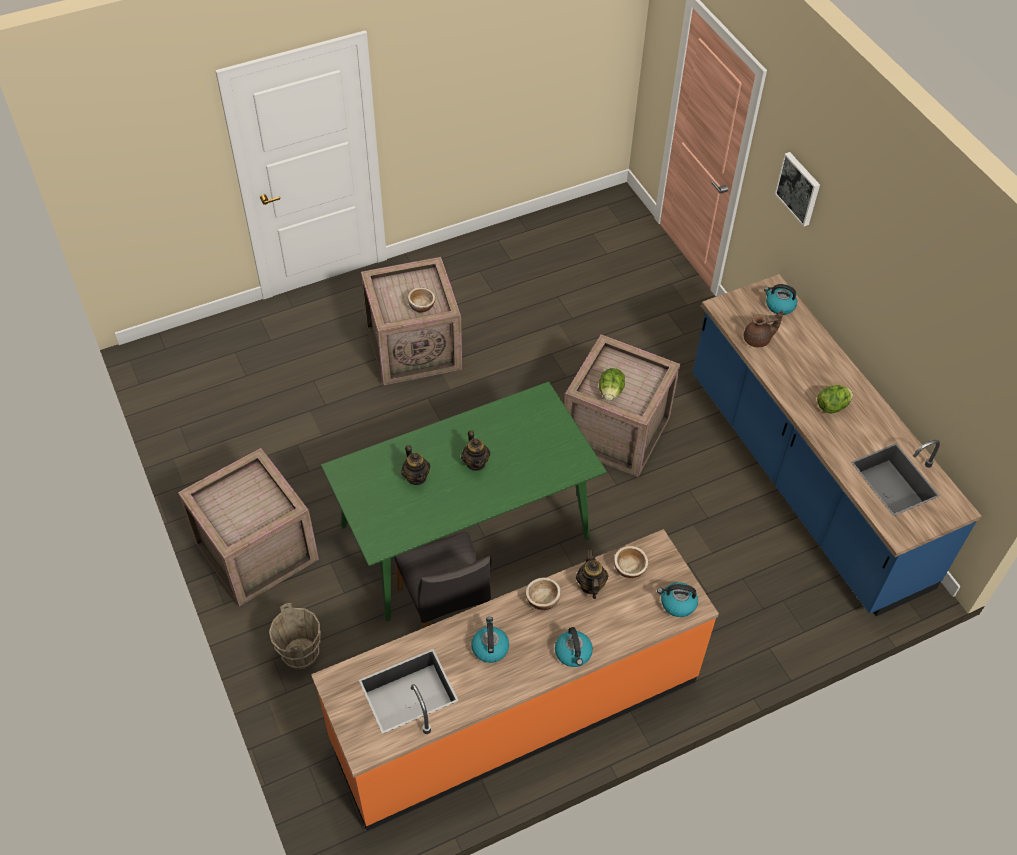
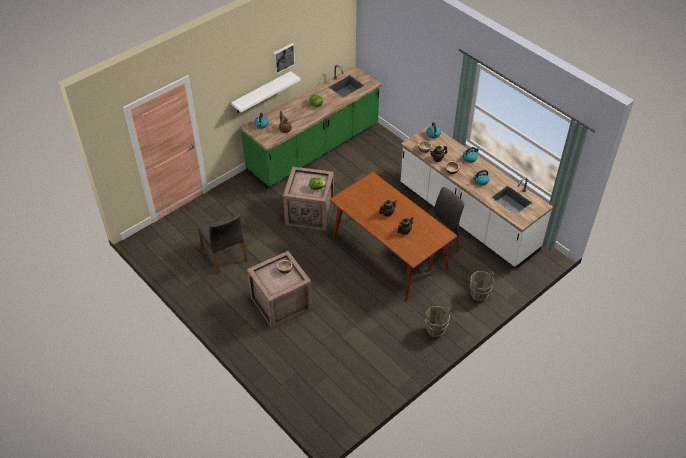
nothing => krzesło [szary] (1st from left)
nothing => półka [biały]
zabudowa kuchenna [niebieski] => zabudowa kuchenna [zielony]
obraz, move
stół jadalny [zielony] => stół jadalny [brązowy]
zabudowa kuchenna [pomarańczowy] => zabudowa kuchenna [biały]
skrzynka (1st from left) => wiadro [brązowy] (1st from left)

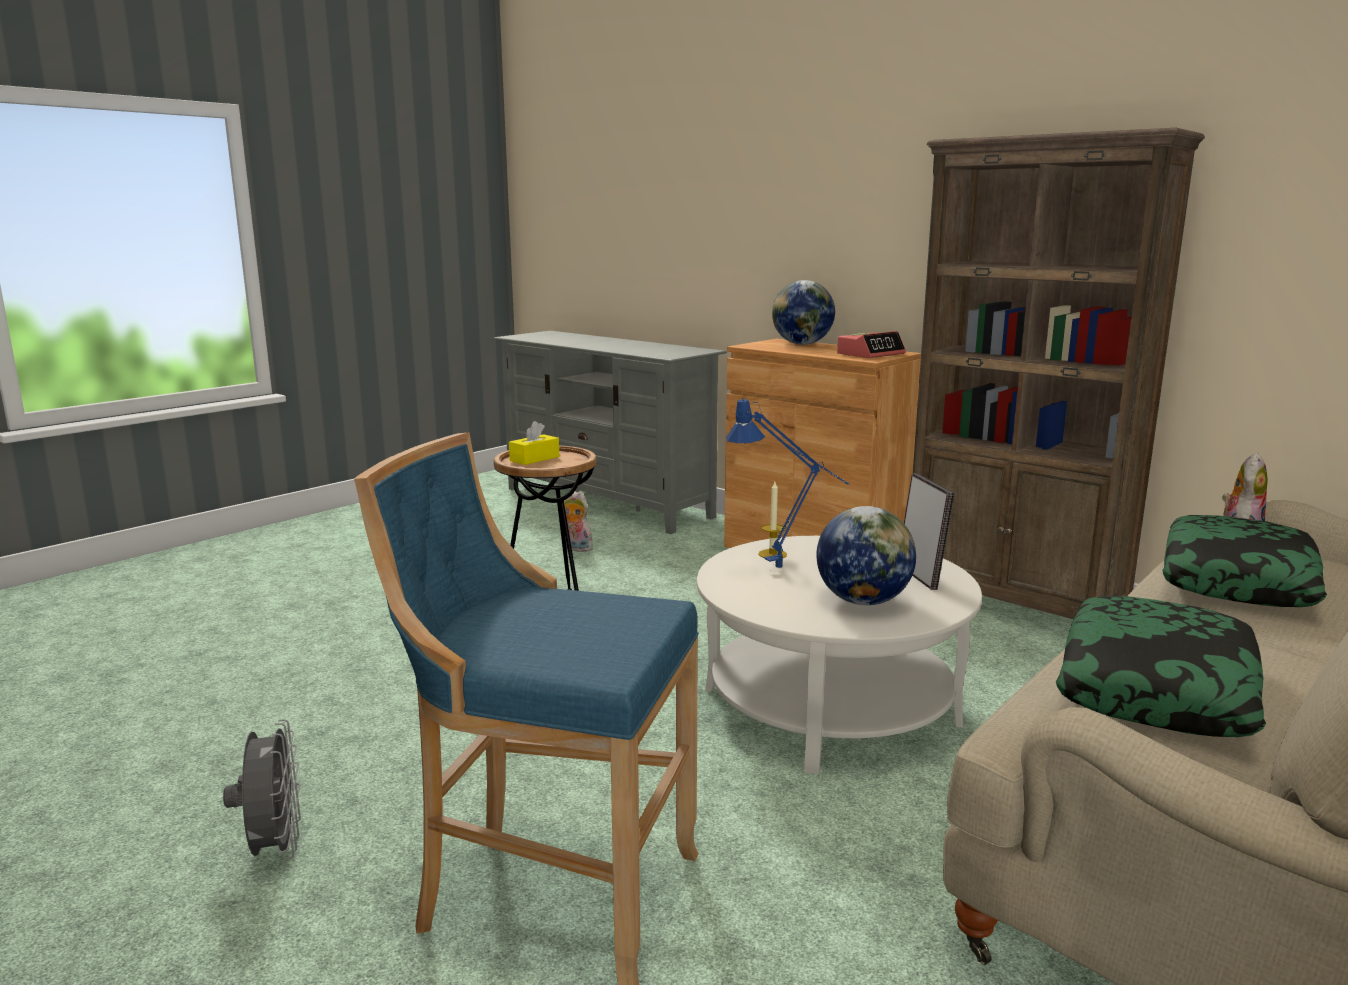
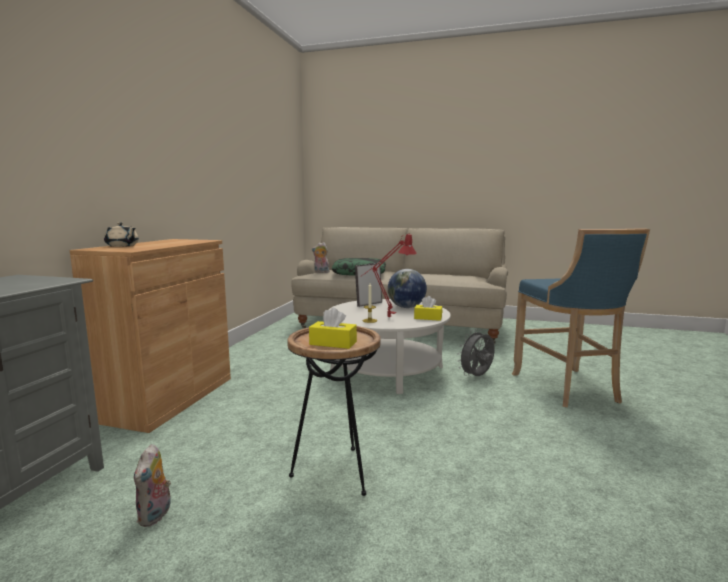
globus (1st from left) => imbryk [beżowy]
lampa stołowa [niebieski] => lampa stołowa [czerwony]
nothing => pudełko chusteczek [żółty] (2nd from left)
wentylator [szary], move
budzik => nothing
regał [brązowy] => nothing
poduszka (1st from left) => nothing

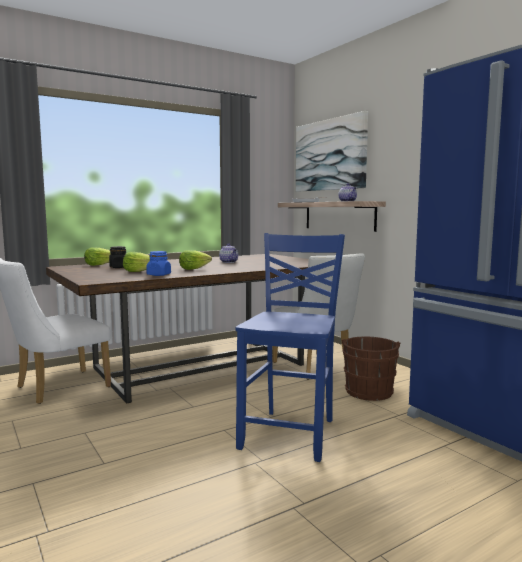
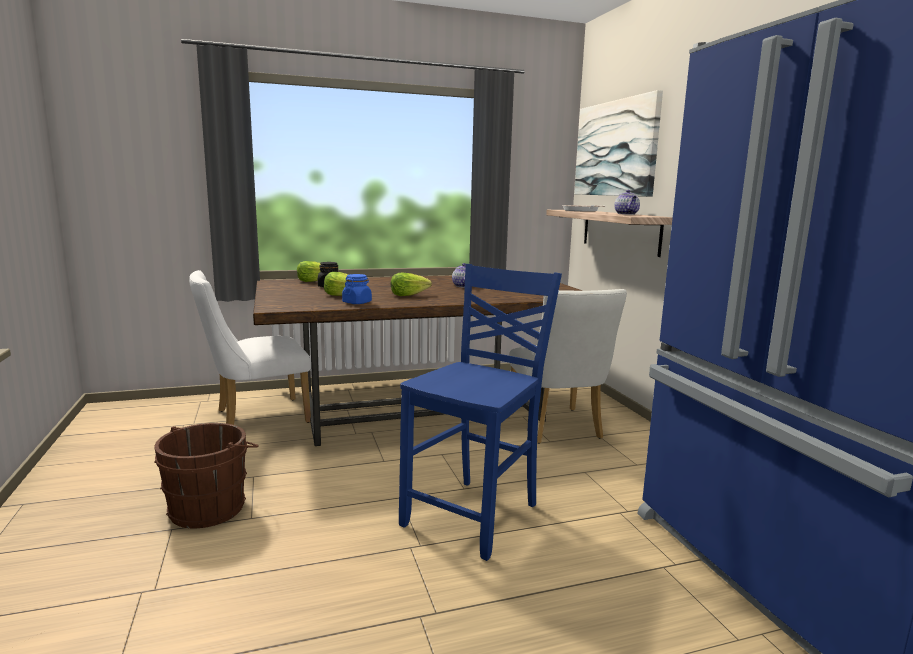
wiadro [brązowy], move

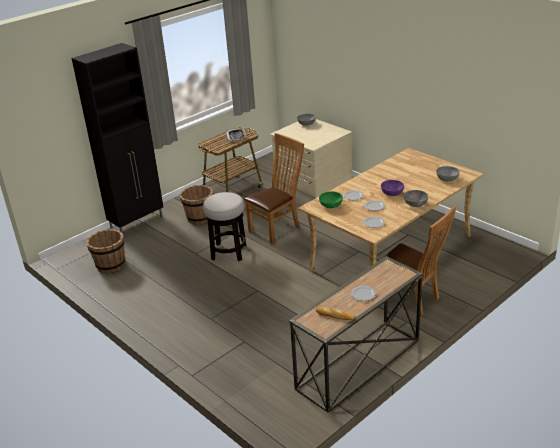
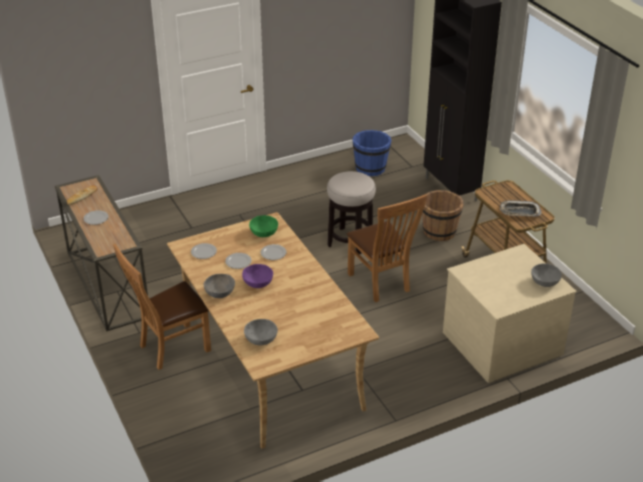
wiadro [brązowy] (1st from left) => wiadro [niebieski]

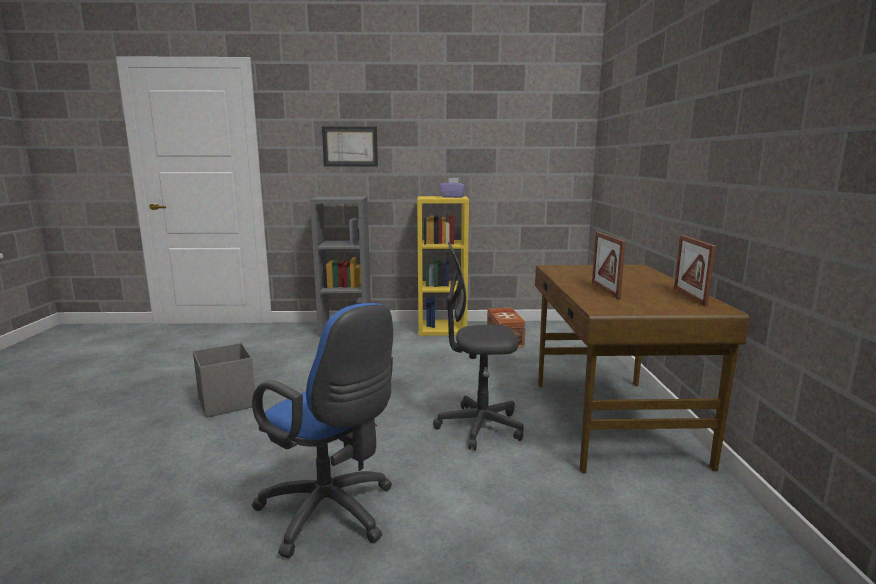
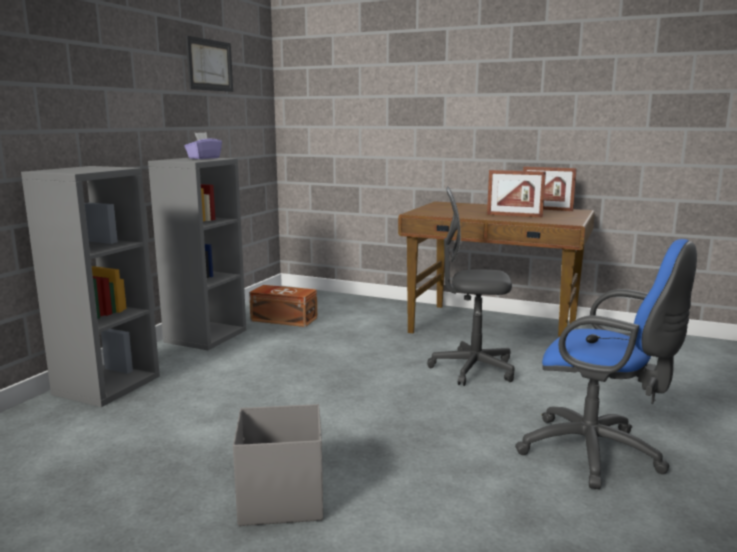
regał [żółty] => regał [szary] (2nd from left)
obraz, move
krzesło biurowe [szary], 75 degrees clockwise
krzesło biurowe [niebieski], 60 degrees clockwise

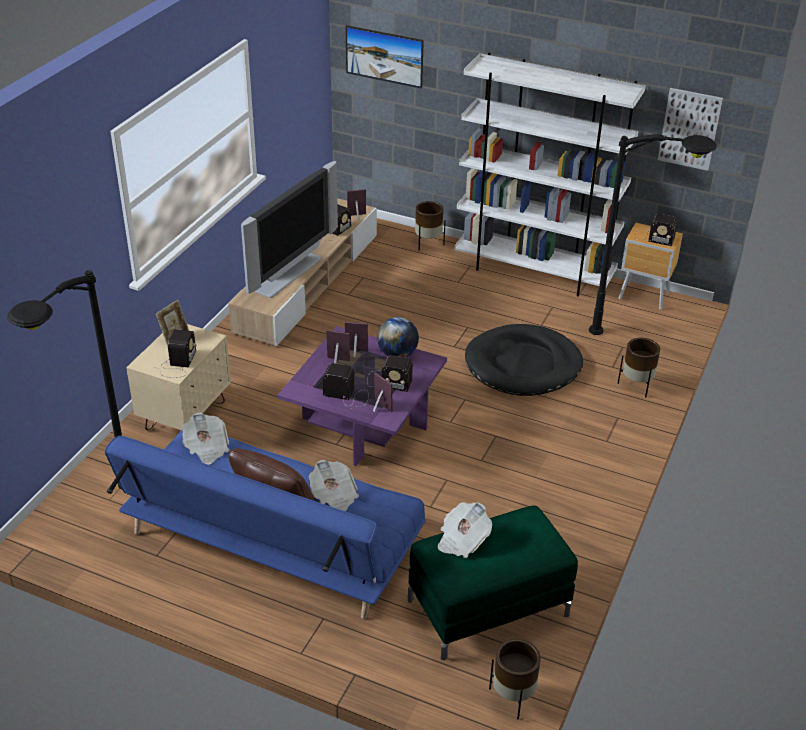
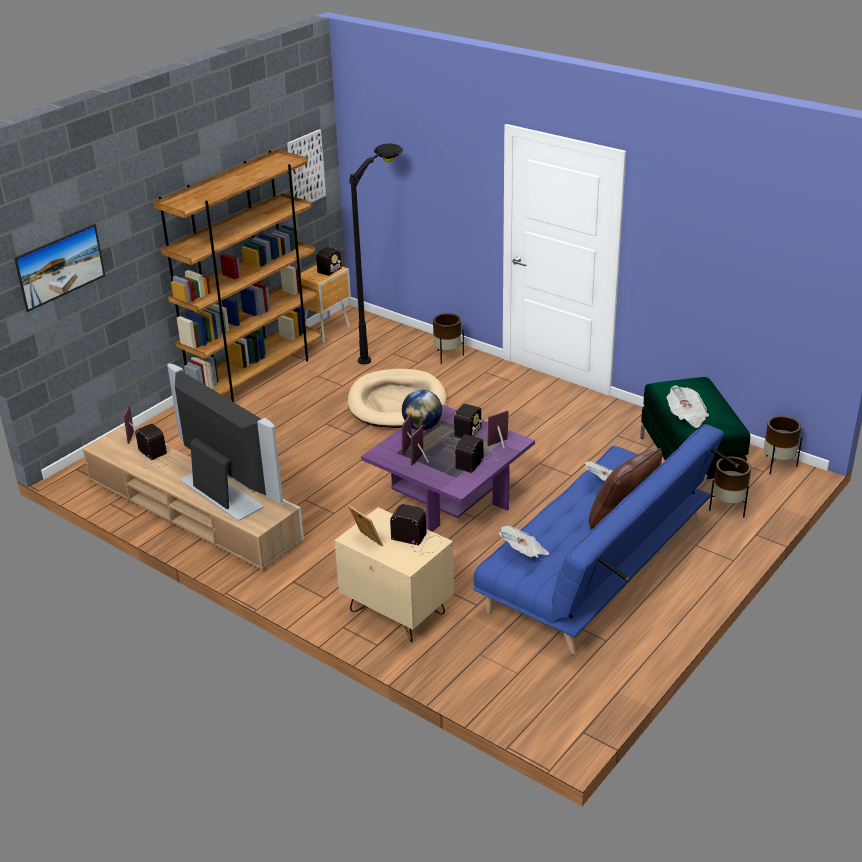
regał [biały] => regał [brązowy]
legowisko [czarny] => legowisko [beżowy]
donica [brązowy] (1st from left in the first image) => donica [brązowy] (2nd from left), move
lampa stojąca [czarny] (1st from left) => nothing

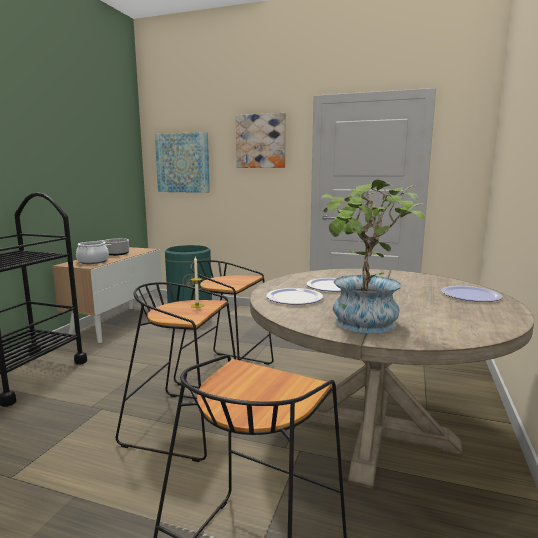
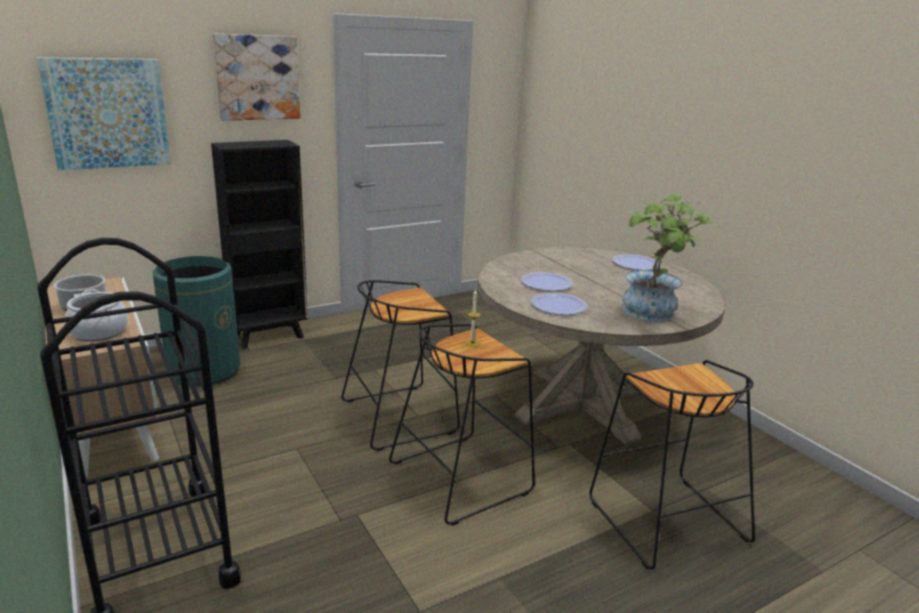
nothing => regał [czarny]

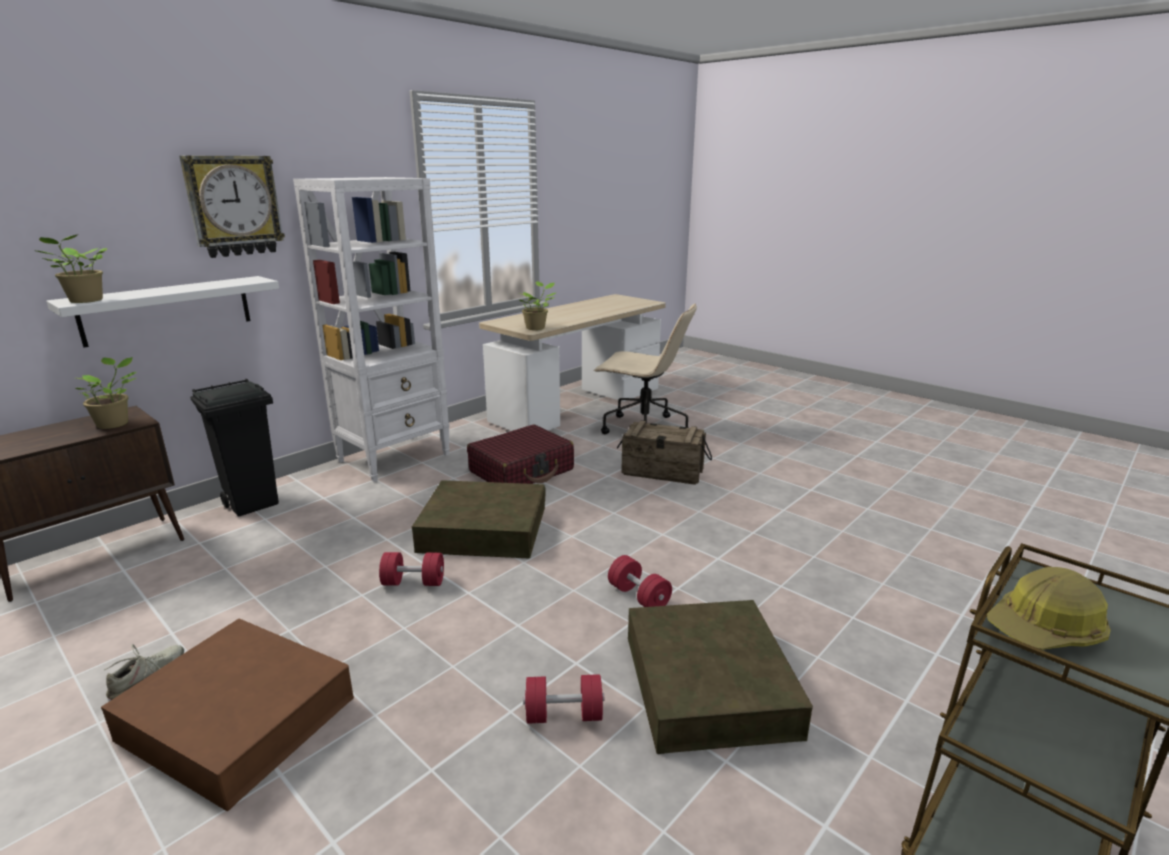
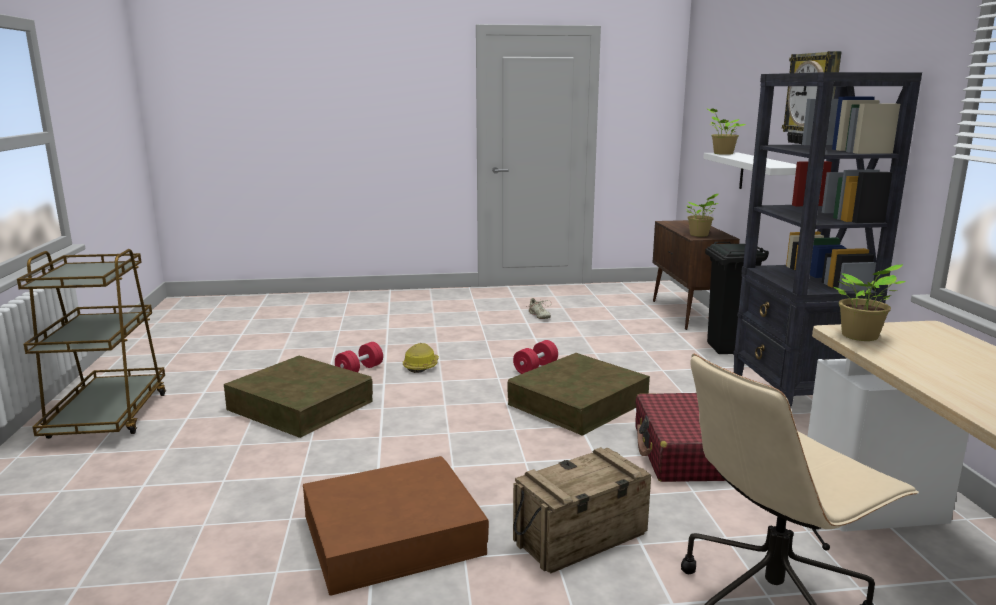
pojemnik do przechowywania [brązowy] (1st from left in the first image) => pojemnik do przechowywania [brązowy] (2nd from left), move
kask, move
regał [biały] => regał [czarny]
hantel [czerwony] (3rd from left) => nothing

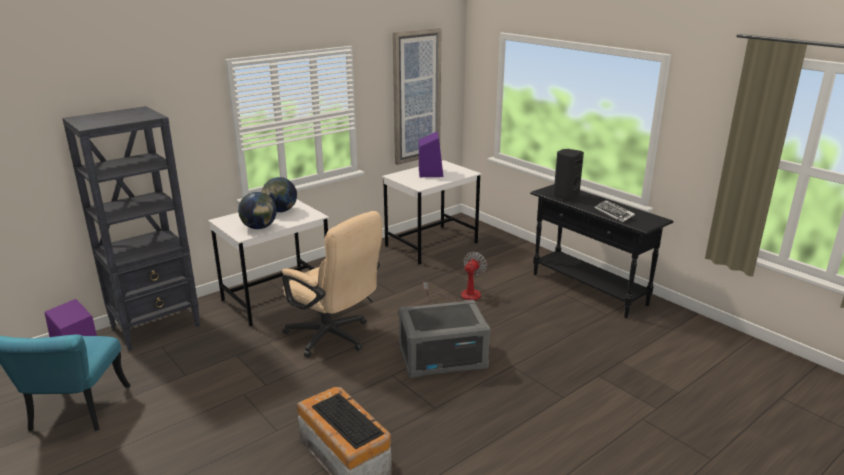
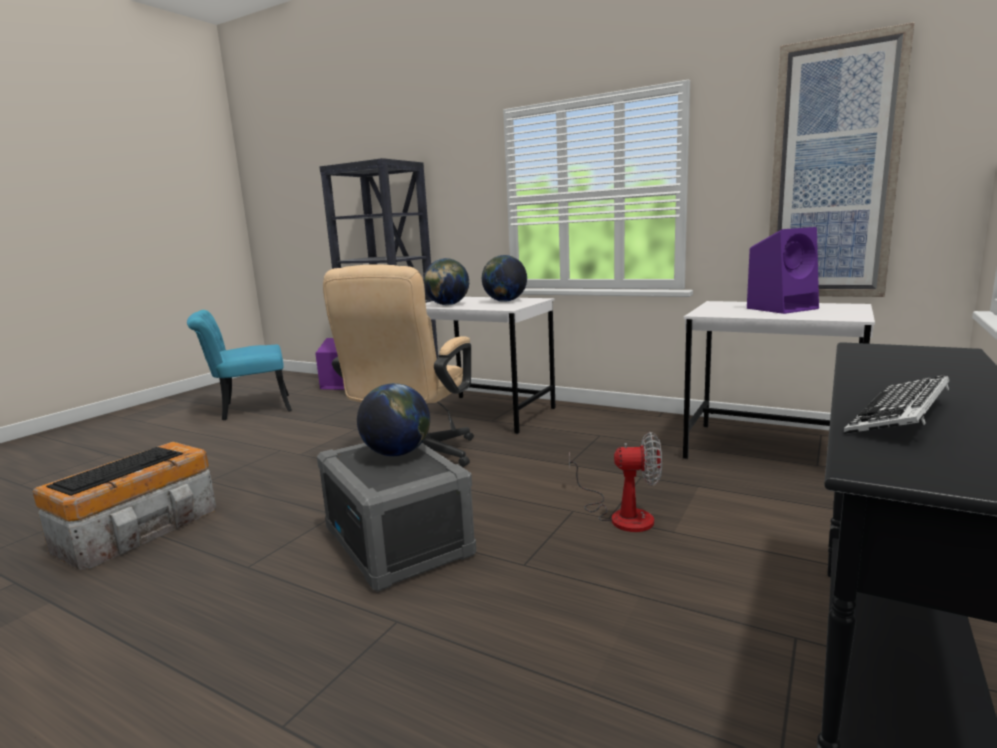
nothing => globus (1st from left)
głośnik [czarny] => nothing

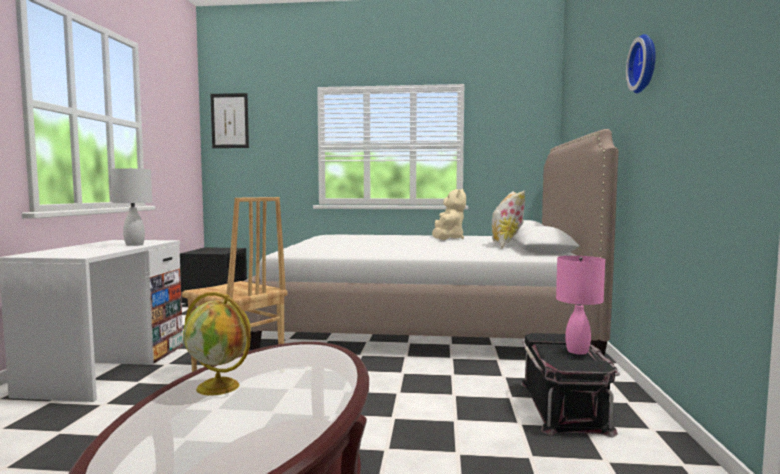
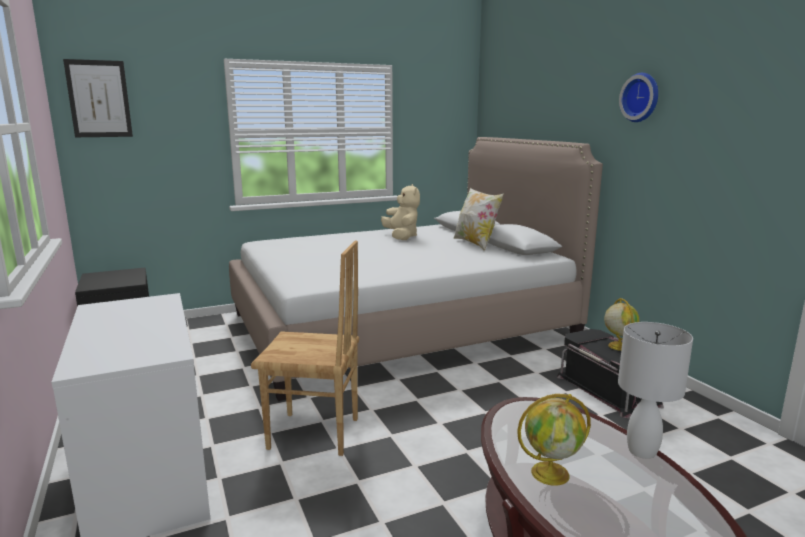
lampa stołowa [różowy] => globus (2nd from left)
lampa stołowa [biały], move

